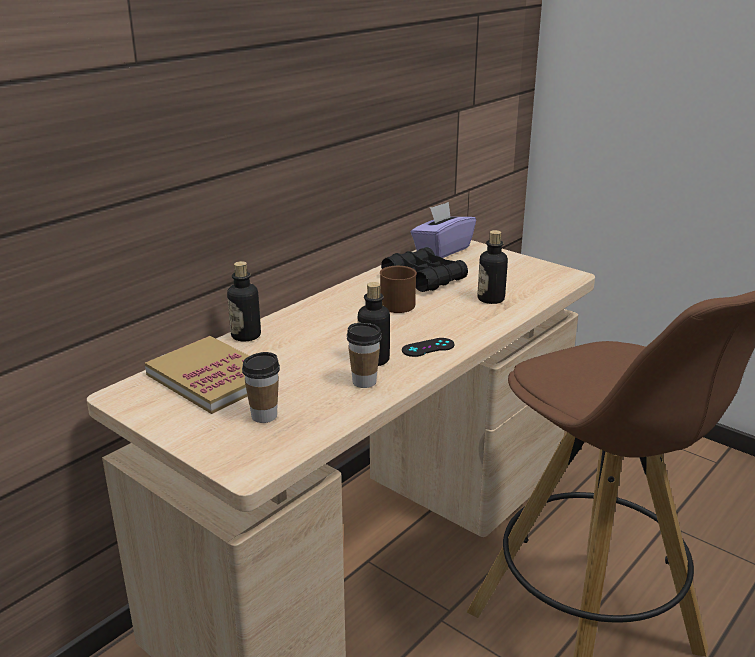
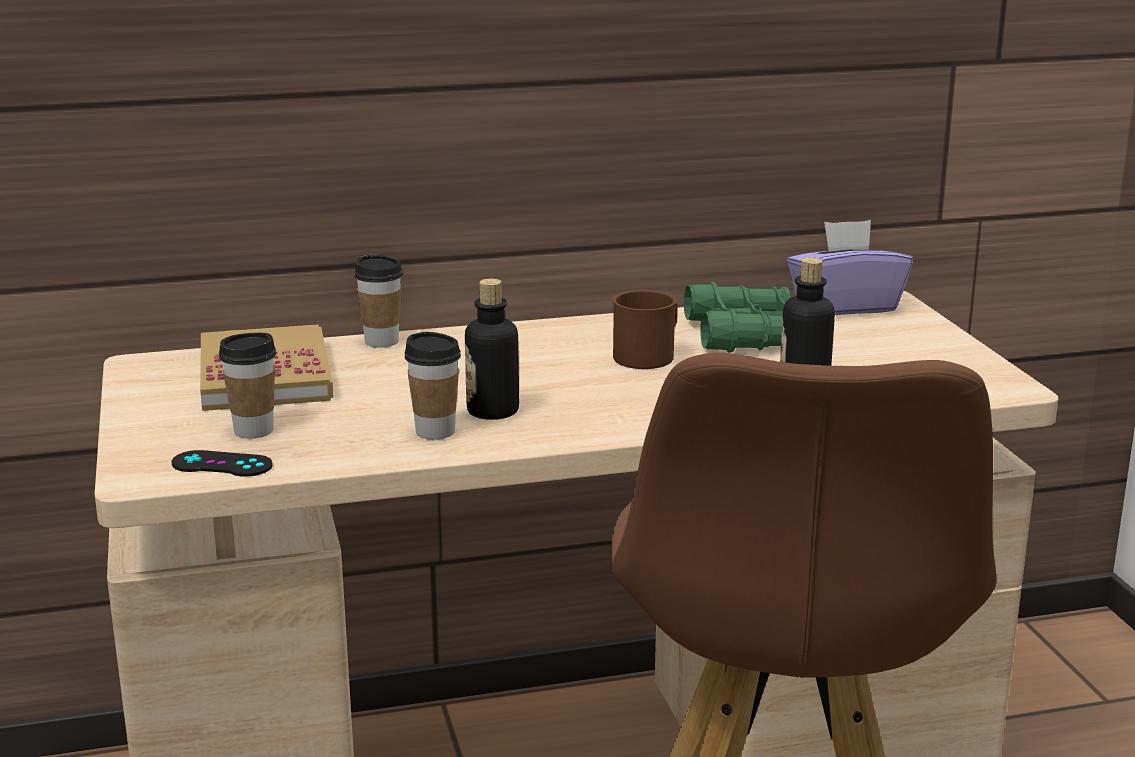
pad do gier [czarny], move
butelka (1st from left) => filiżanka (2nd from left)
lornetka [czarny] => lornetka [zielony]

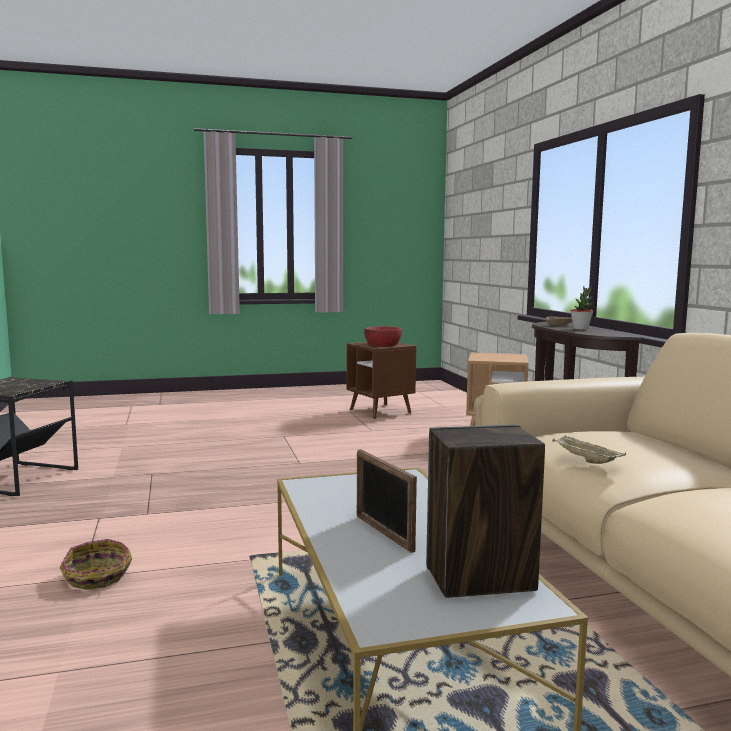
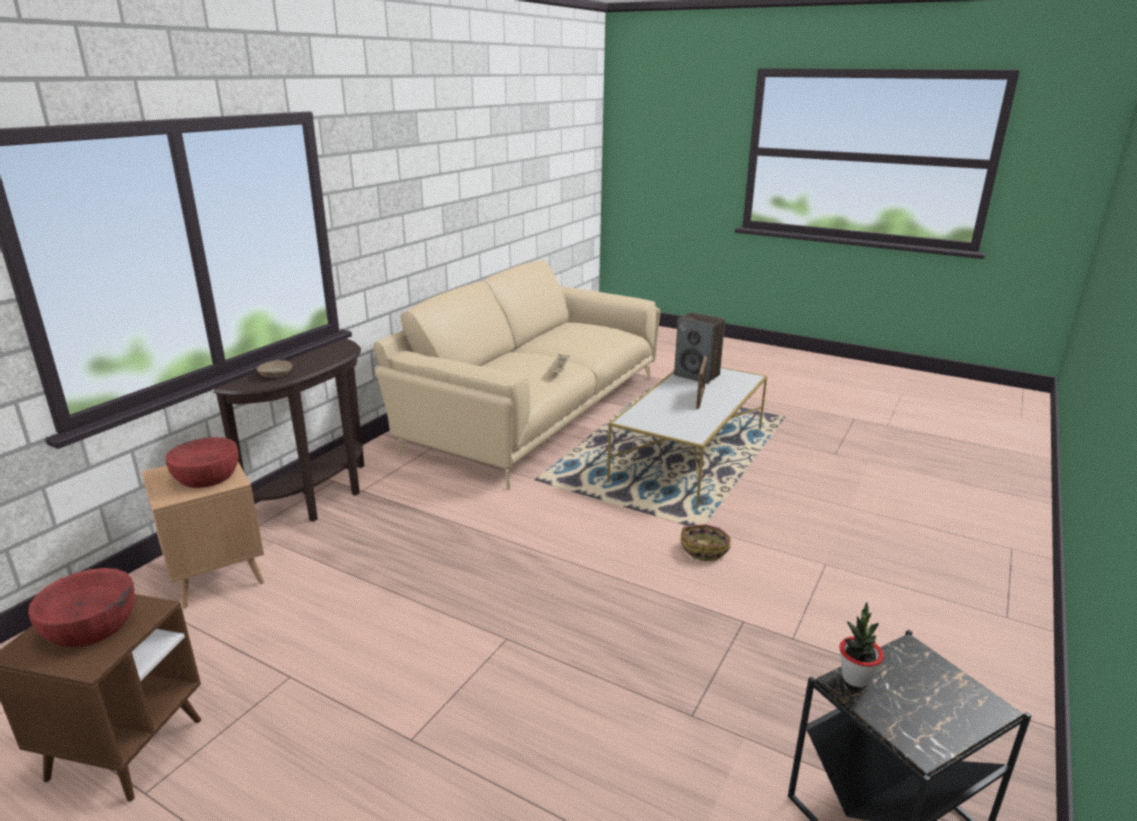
nothing => miska [czerwony] (2nd from left)
koszyk, move
roślina doniczkowa, move

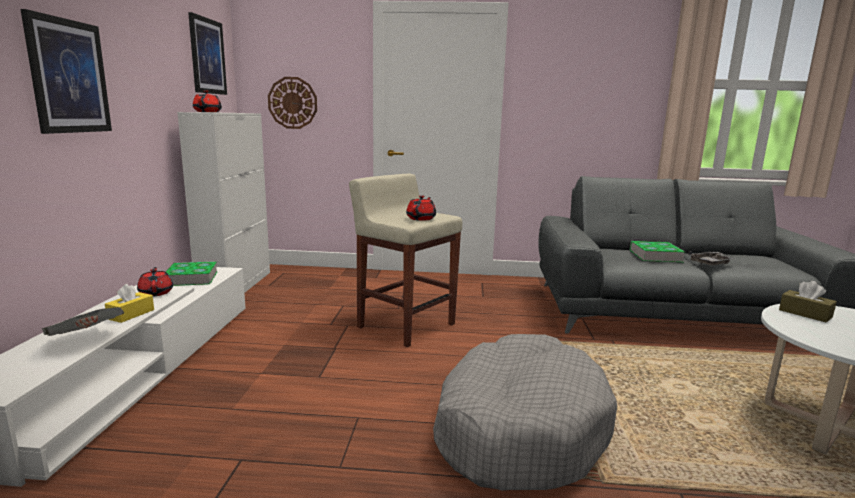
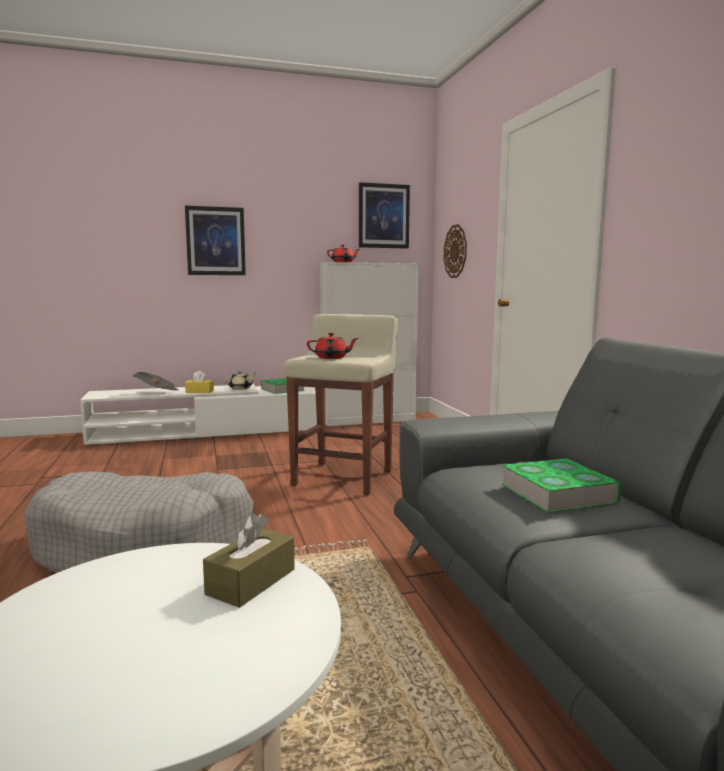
imbryk [czerwony] (1st from left) => imbryk [beżowy]
taca [szary] => nothing

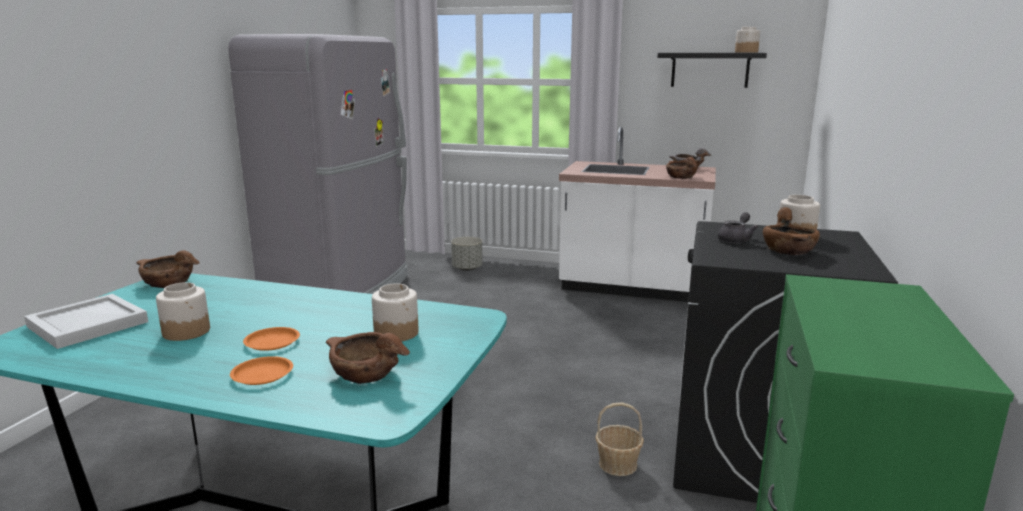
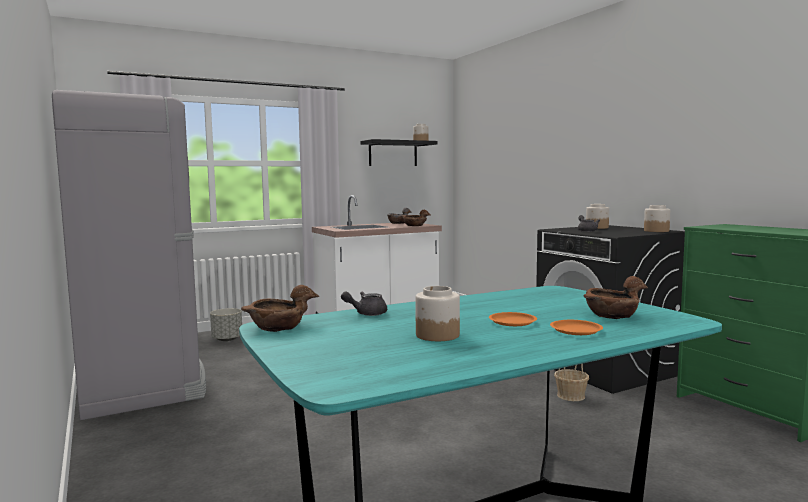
nothing => imbryk [szary] (1st from left)
słoik (2nd from left in the first image) => słoik (4th from left), move
taca [biały] => nothing
miska [brązowy] (4th from left) => nothing

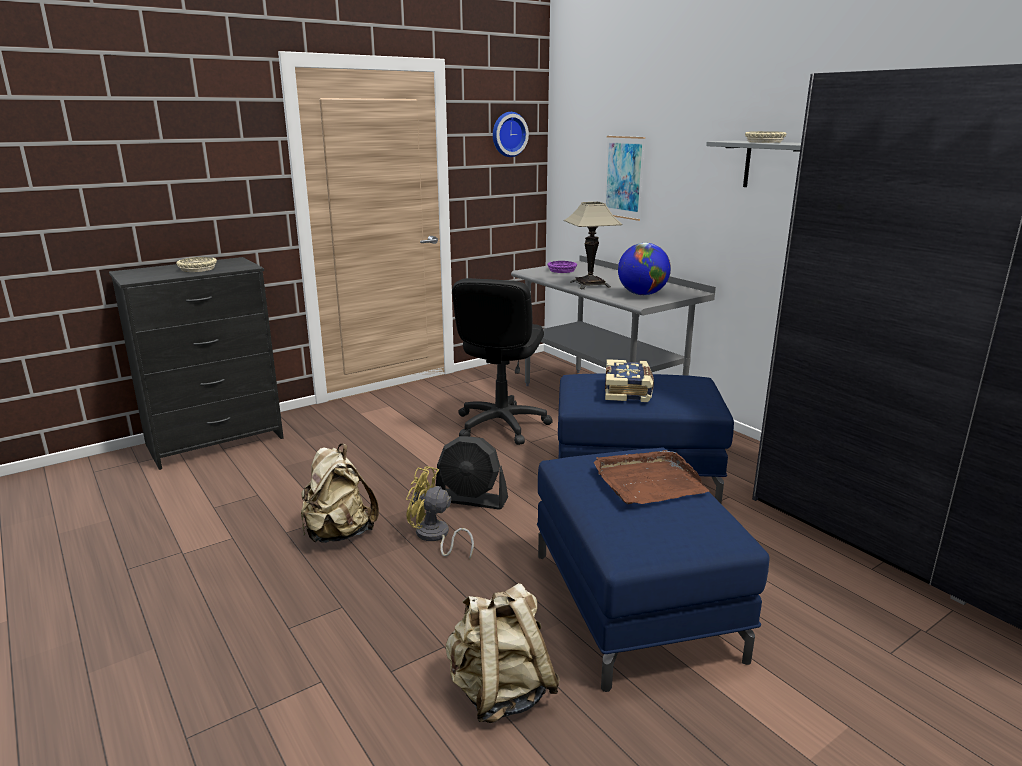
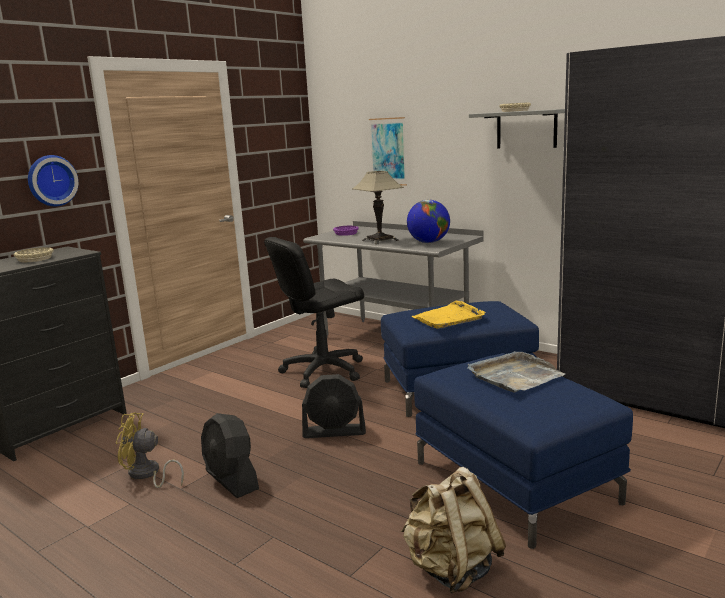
zegar ścienny, move
wentylator [żółty], move
plecak [beżowy] (1st from left) => wentylator [czarny] (1st from left)
krzesło biurowe [czarny], 60 degrees clockwise
książka => taca [żółty]
taca [brązowy] => taca [szary]

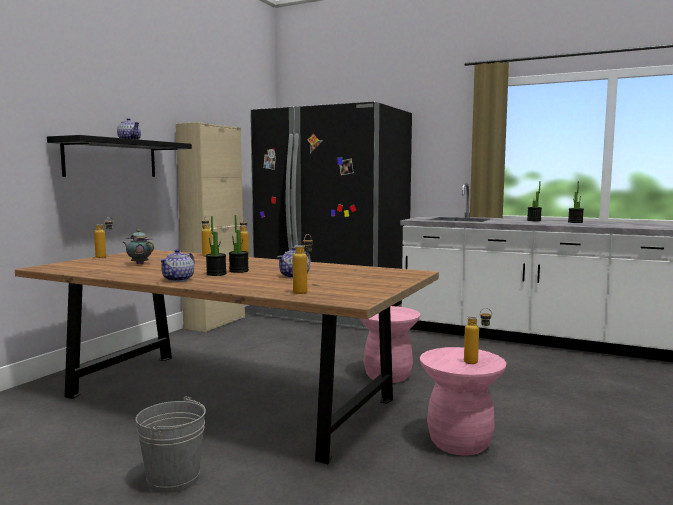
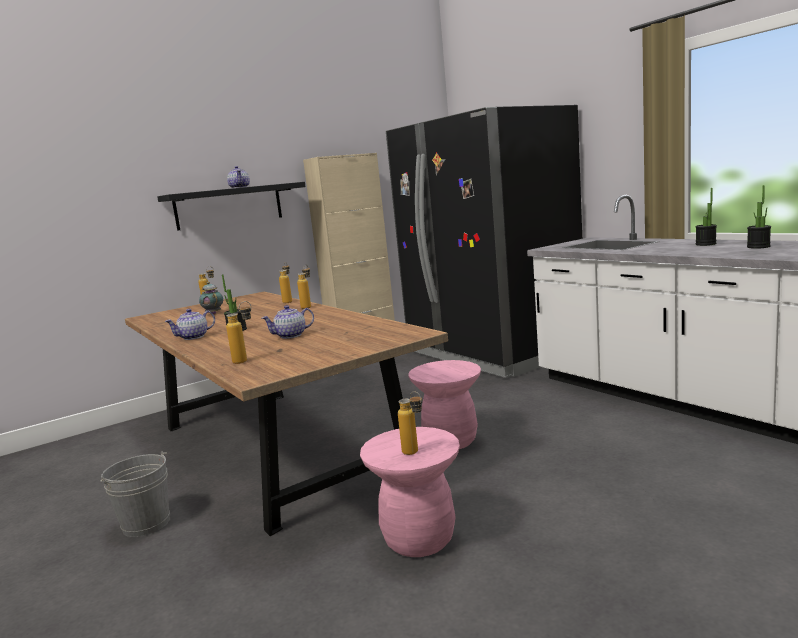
roślina doniczkowa (2nd from left) => nothing

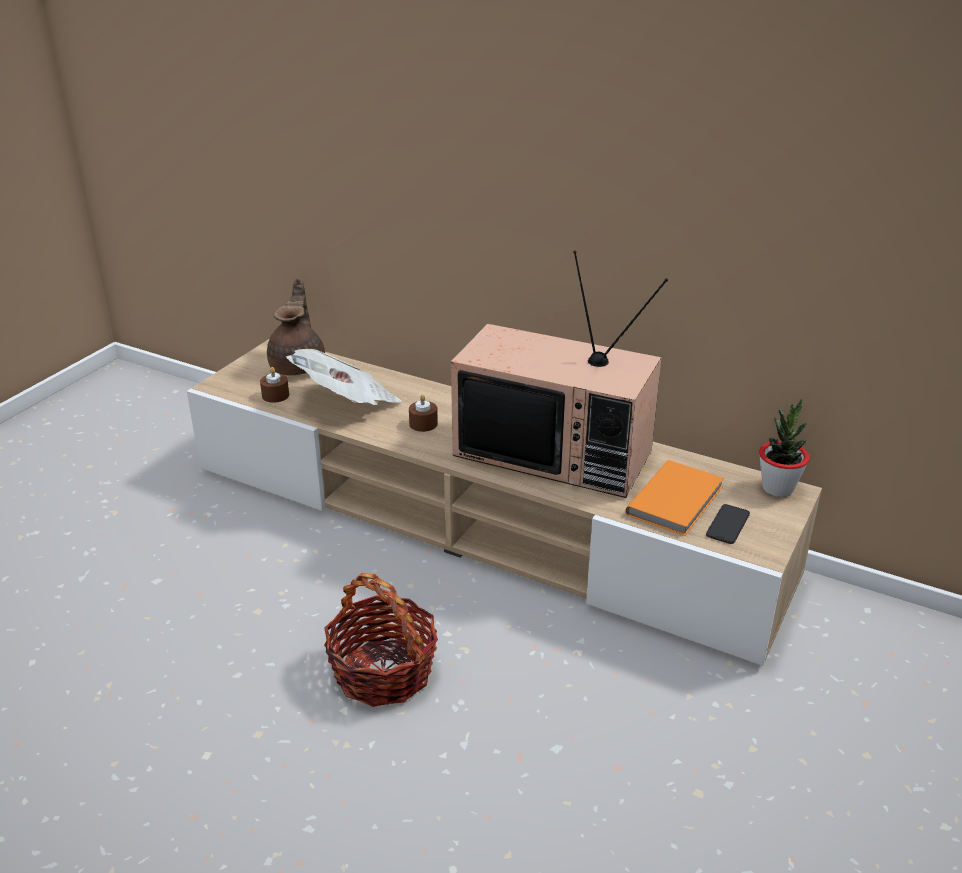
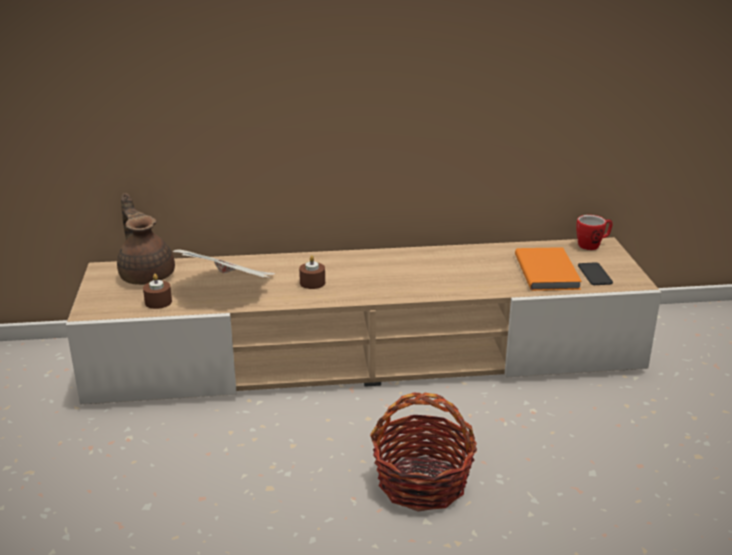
roślina doniczkowa => kubek
telewizor => nothing

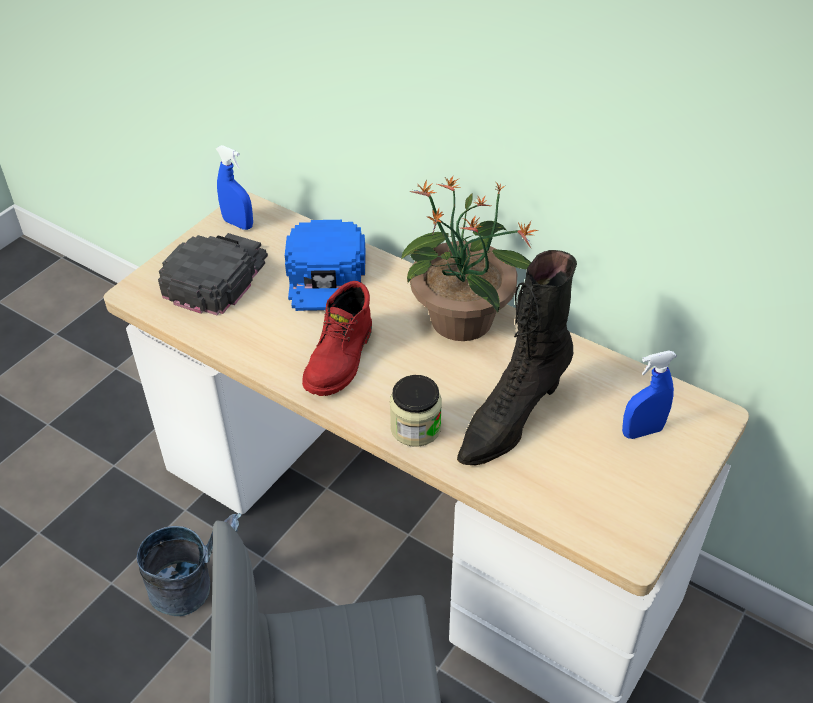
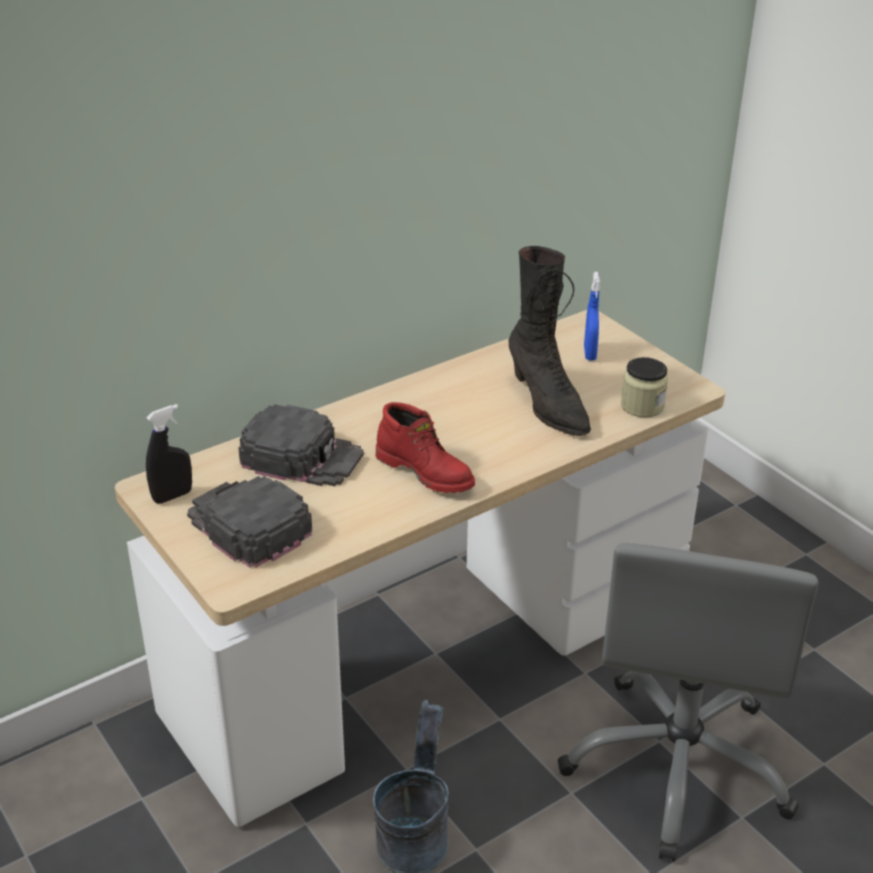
spryskiwacz [niebieski] (1st from left) => spryskiwacz [czarny]
czapka z daszkiem [niebieski] => czapka z daszkiem [czarny] (2nd from left)
słoik, move
roślina doniczkowa => nothing

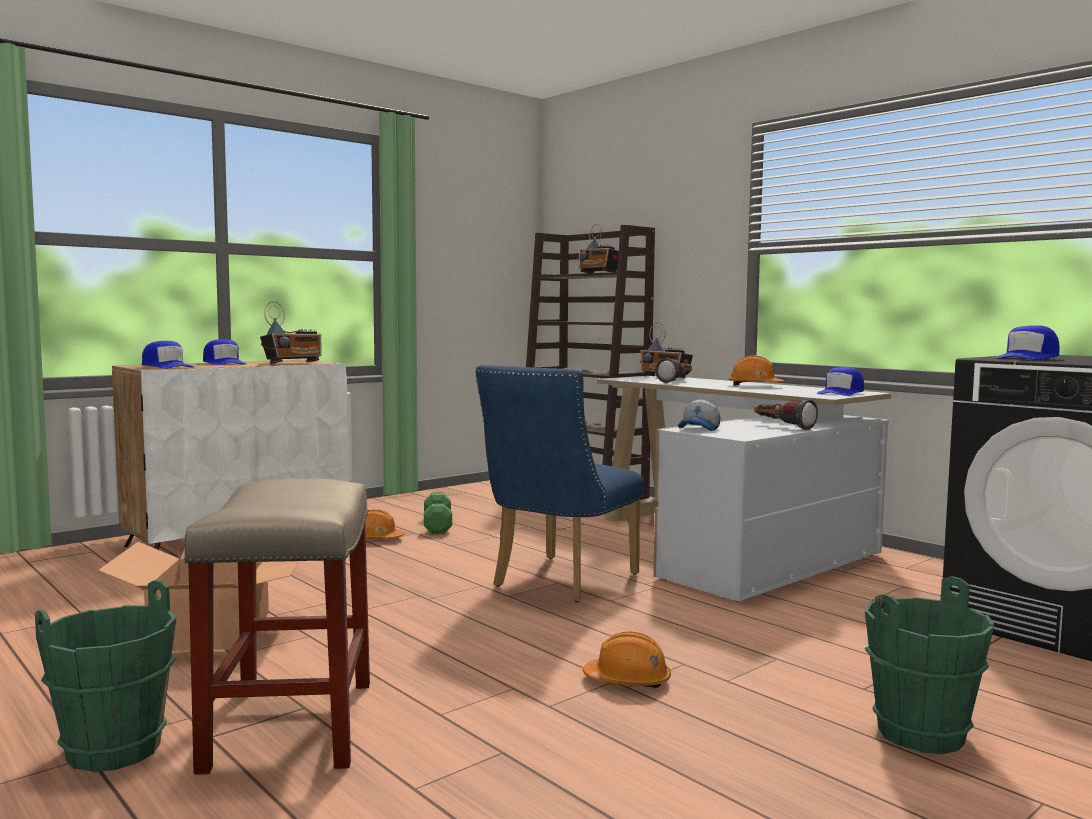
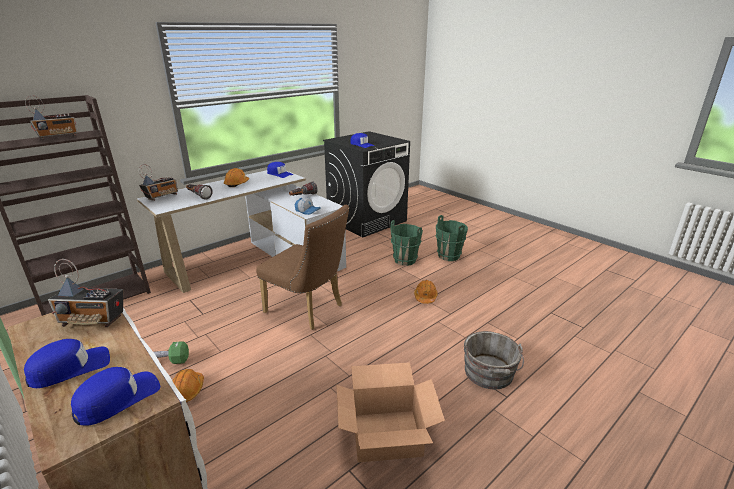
radio (1st from left in the first image) => radio (2nd from left), 135 degrees clockwise
krzesło [niebieski] => krzesło [brązowy]
wiadro [zielony] (1st from left), move
stołek [beżowy] => wiadro [szary]

